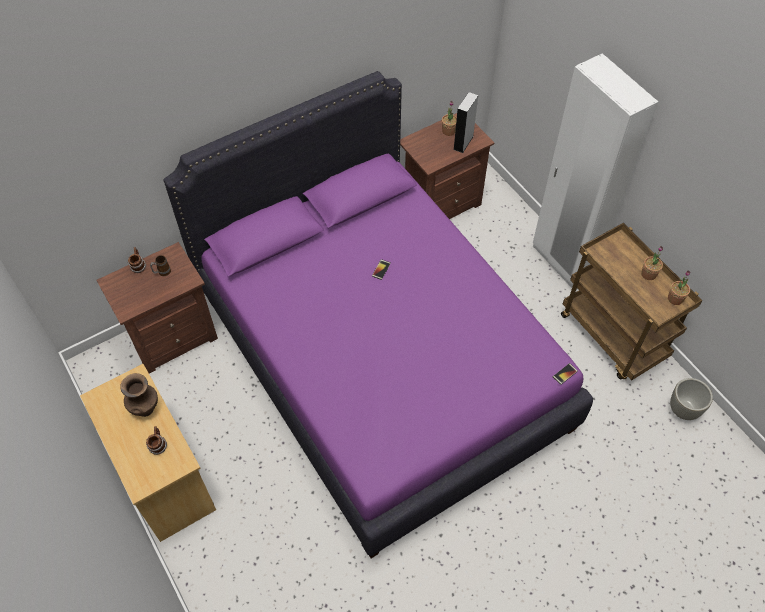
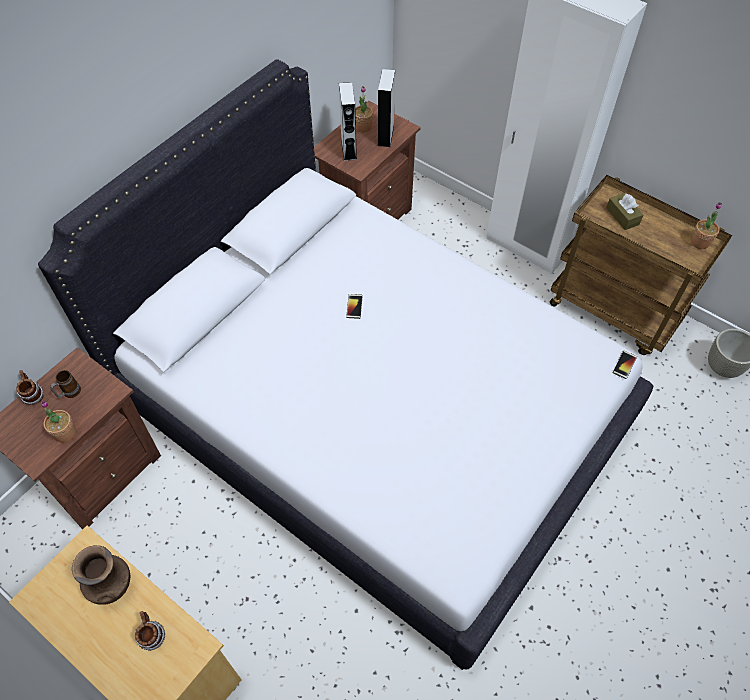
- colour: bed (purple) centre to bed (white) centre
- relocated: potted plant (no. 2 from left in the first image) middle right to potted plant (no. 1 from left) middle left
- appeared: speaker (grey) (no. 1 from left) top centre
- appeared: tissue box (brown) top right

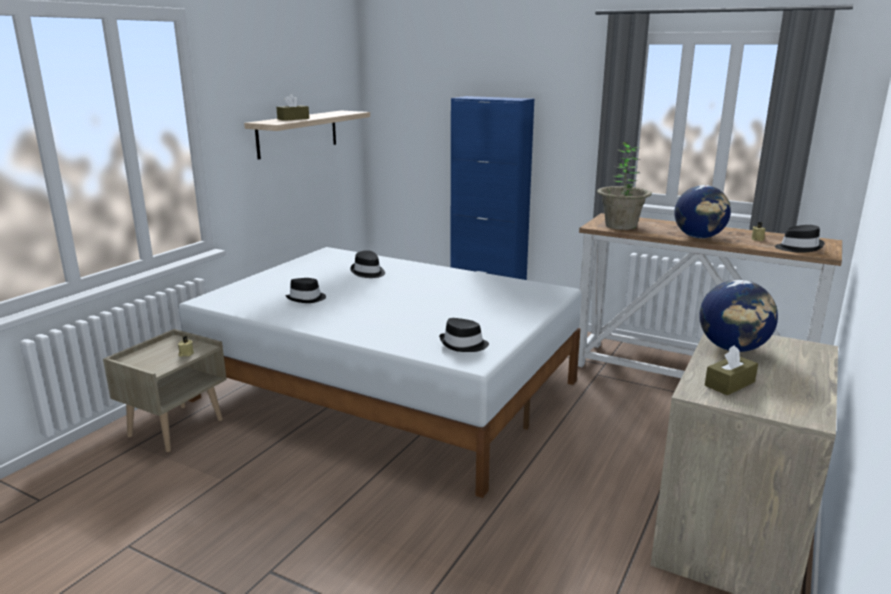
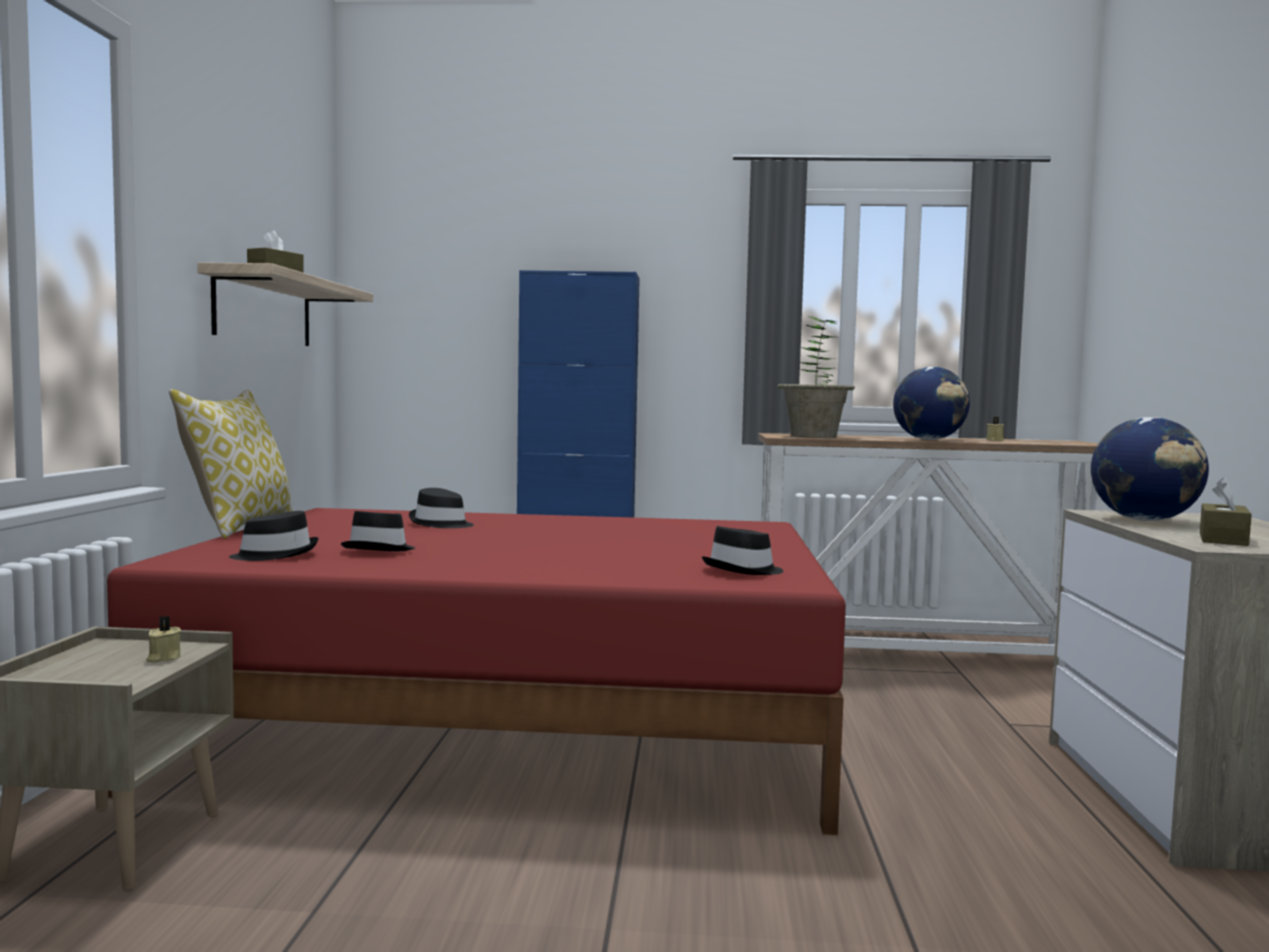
- colour: bed (white) centre to bed (red) bottom centre
- relocated: hat (black) (no. 4 from left in the first image) middle right to hat (black) (no. 1 from left) middle left
- appeared: pillow middle left

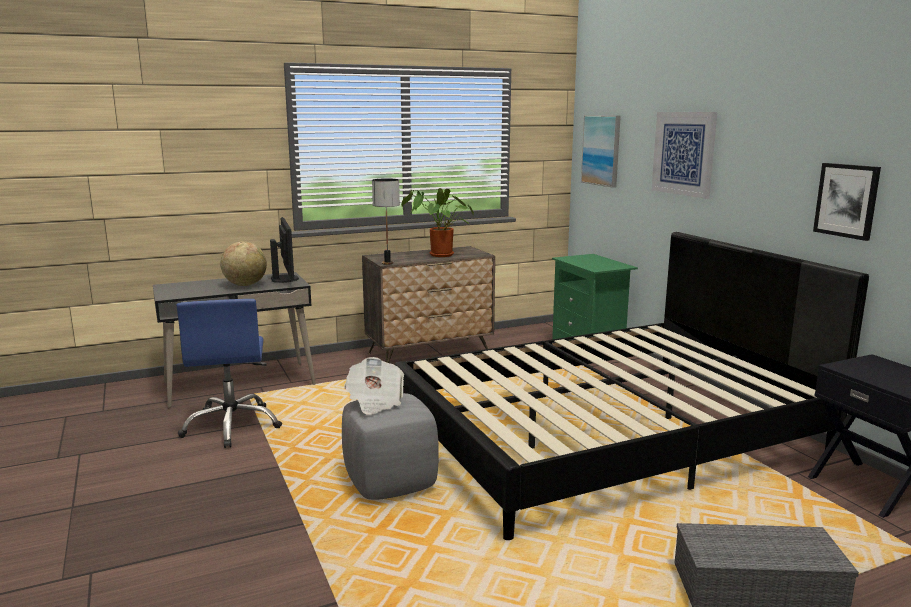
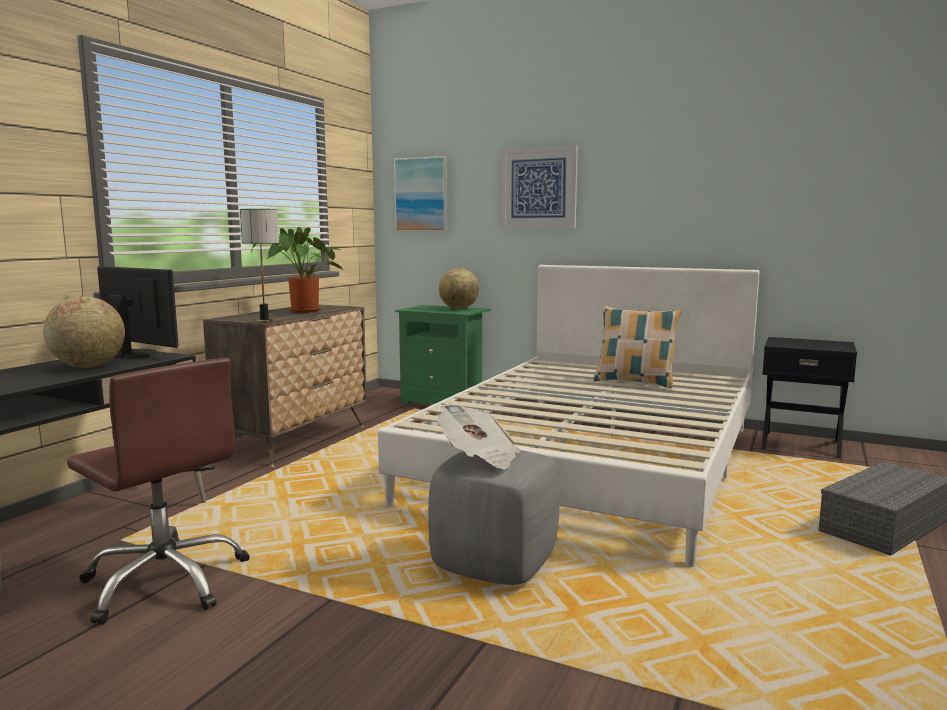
- colour: office chair (blue) middle left to office chair (brown) bottom left
- colour: bed (black) middle right to bed (white) centre
- missing: picture (no. 3 from left) top right
- appeared: globe (no. 2 from left) centre
- appeared: pillow middle right

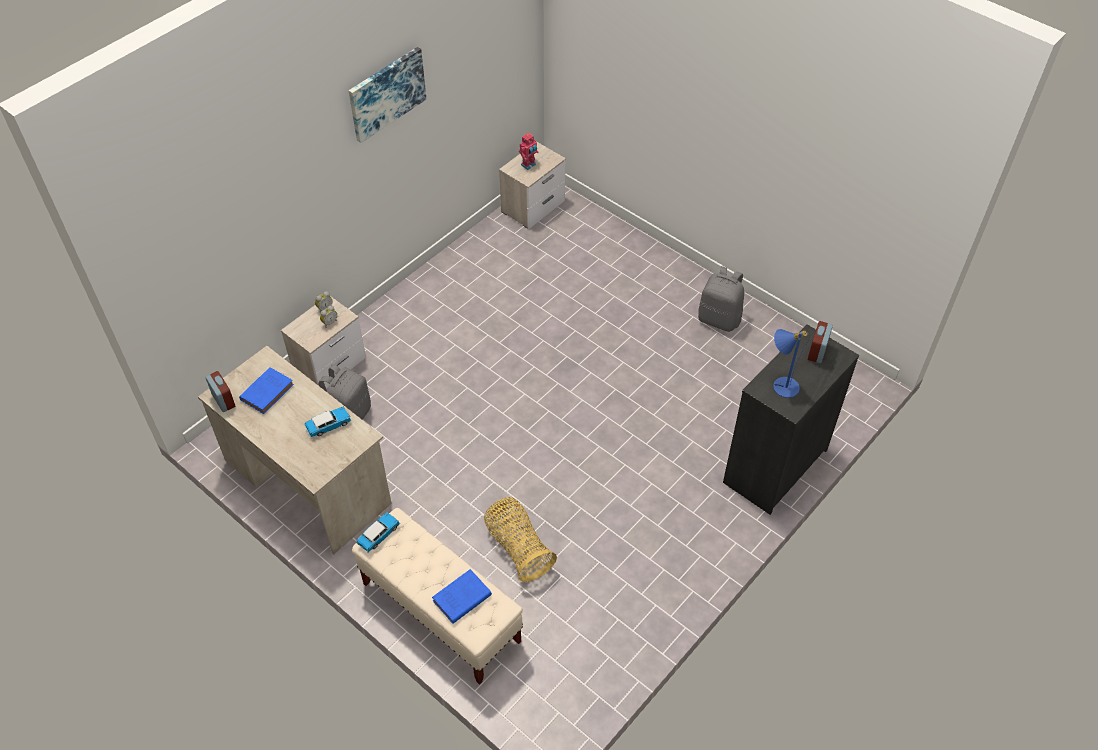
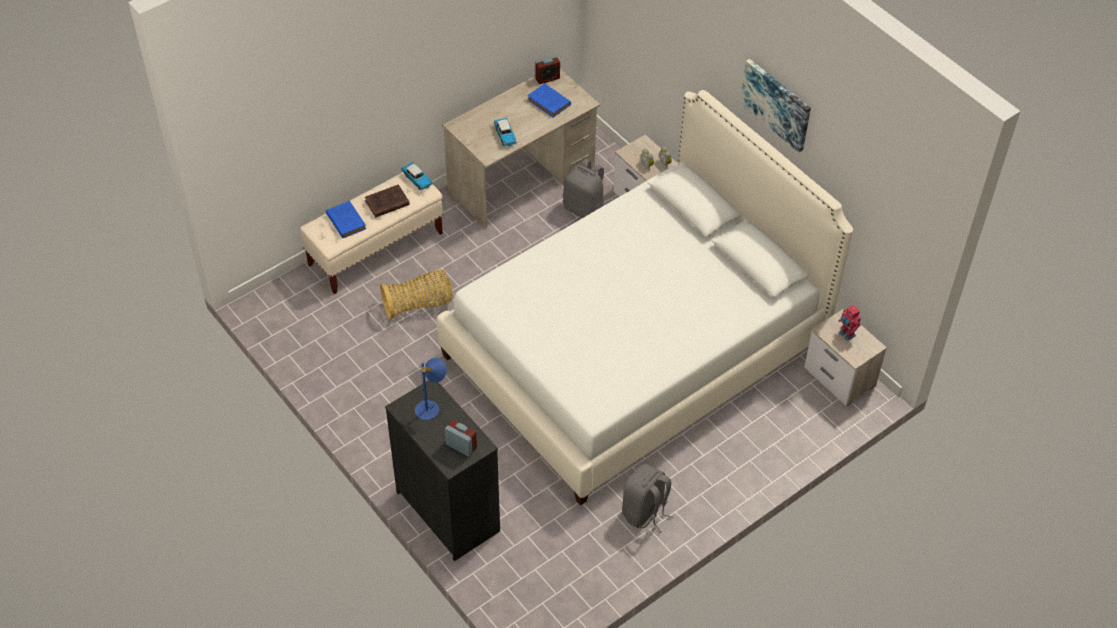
- appeared: book (brown) top centre
- appeared: bed (white) centre

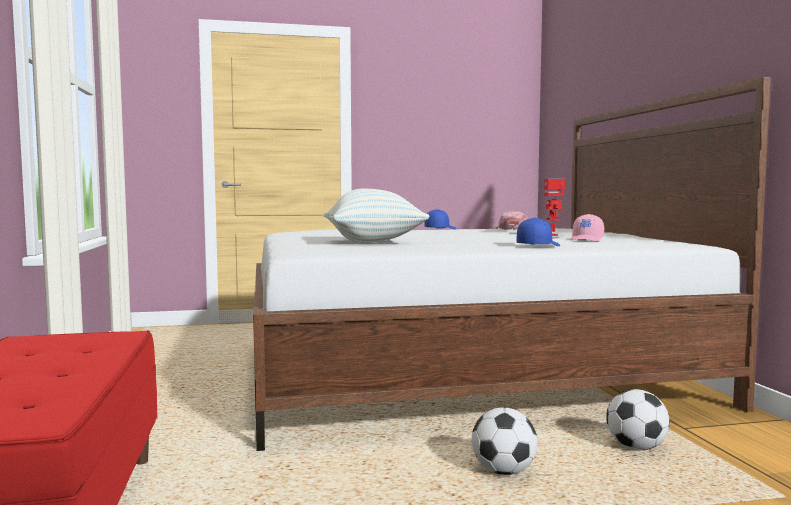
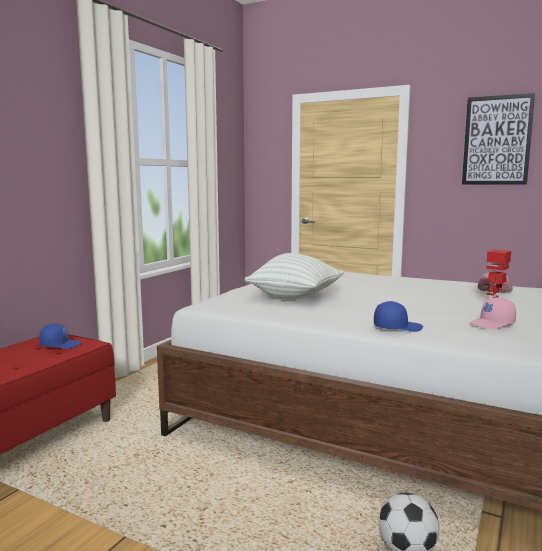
- relocated: cap (blue) (no. 1 from left) centre to middle left
- missing: football (no. 1 from left) bottom centre
- appeared: picture top right

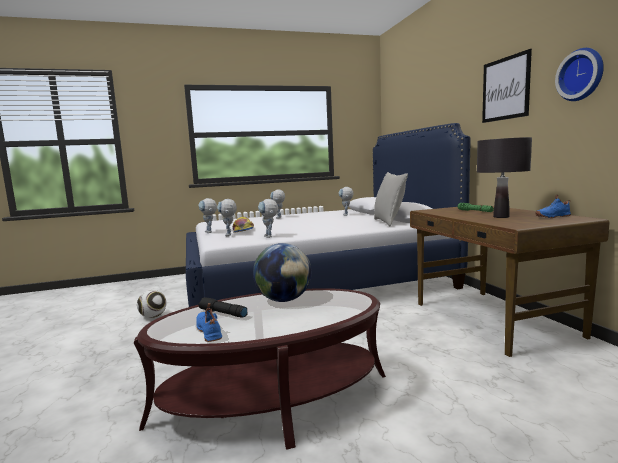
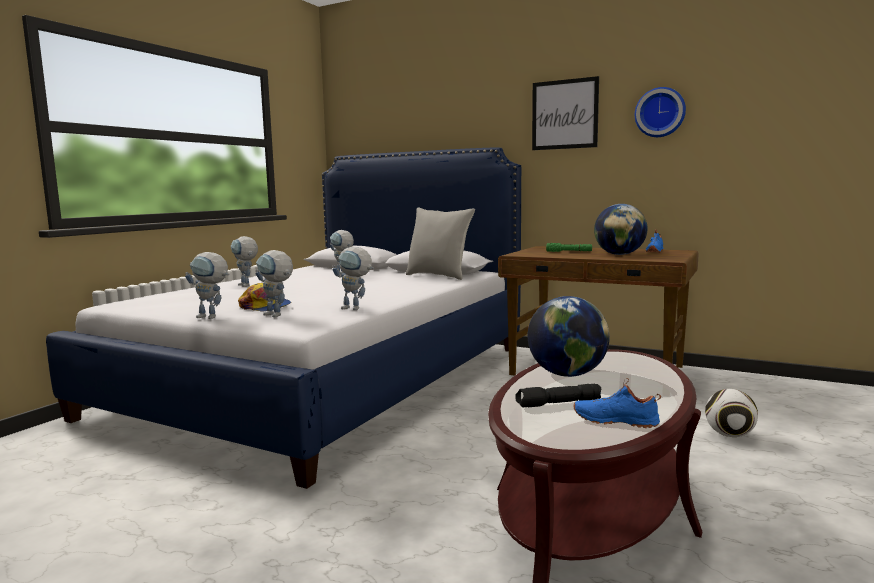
- relocated: football middle left to bottom right
- exchanged: table lamp (black) middle right to globe (no. 2 from left) middle right

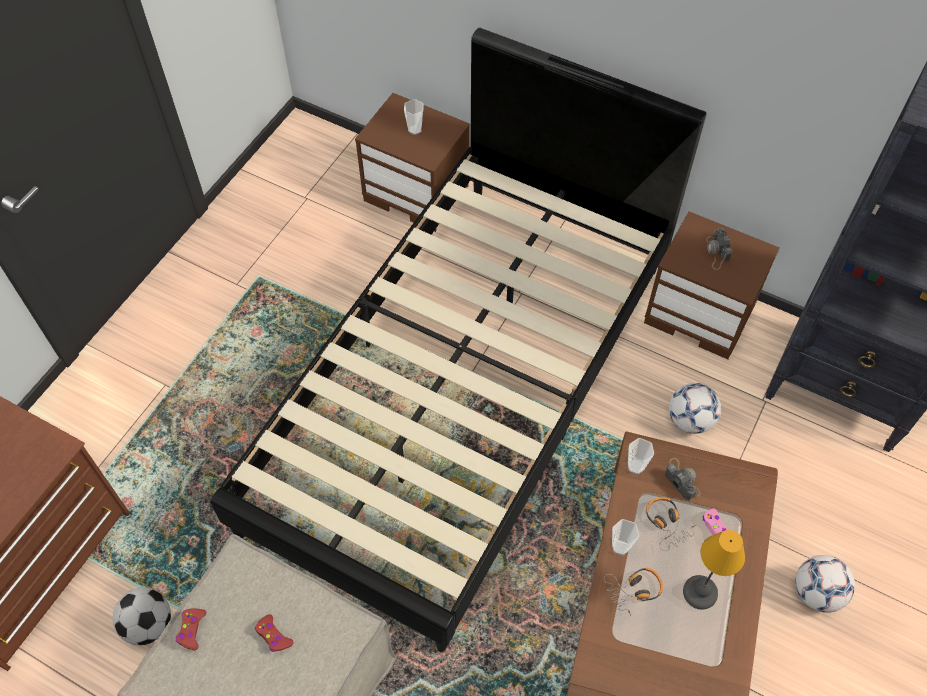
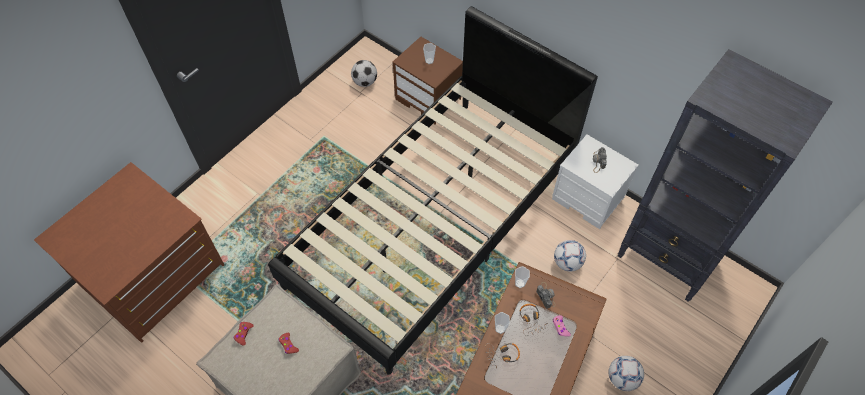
- relocated: football (no. 1 from left) bottom left to top centre
- colour: nightstand (brown) (no. 2 from left) middle right to nightstand (white) middle right
- missing: table lamp bottom right

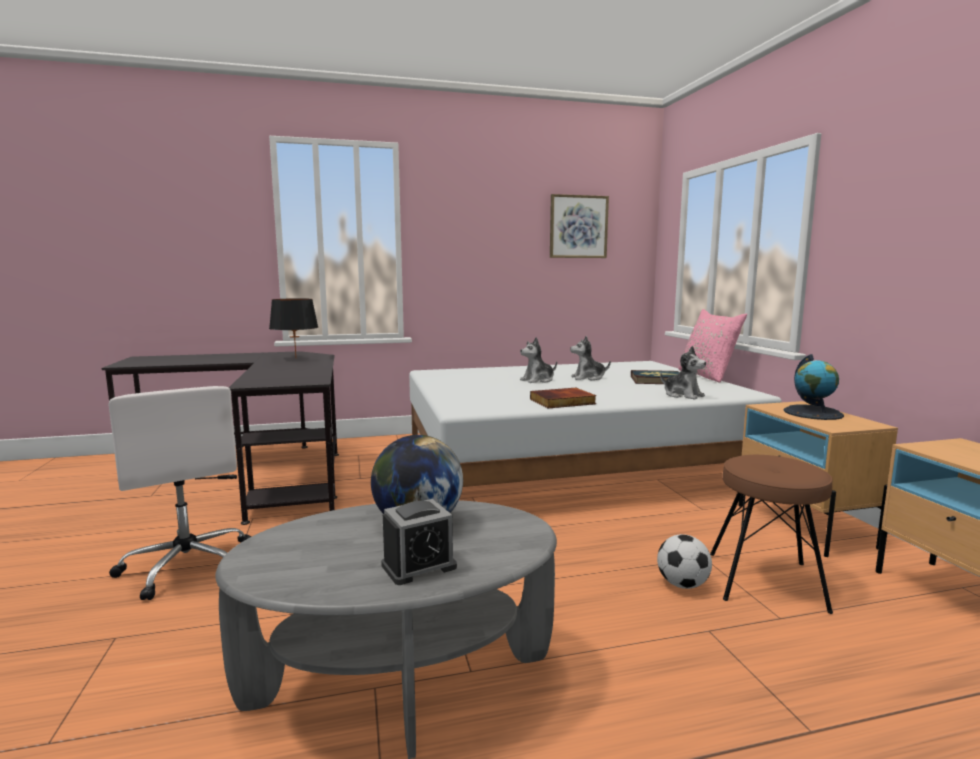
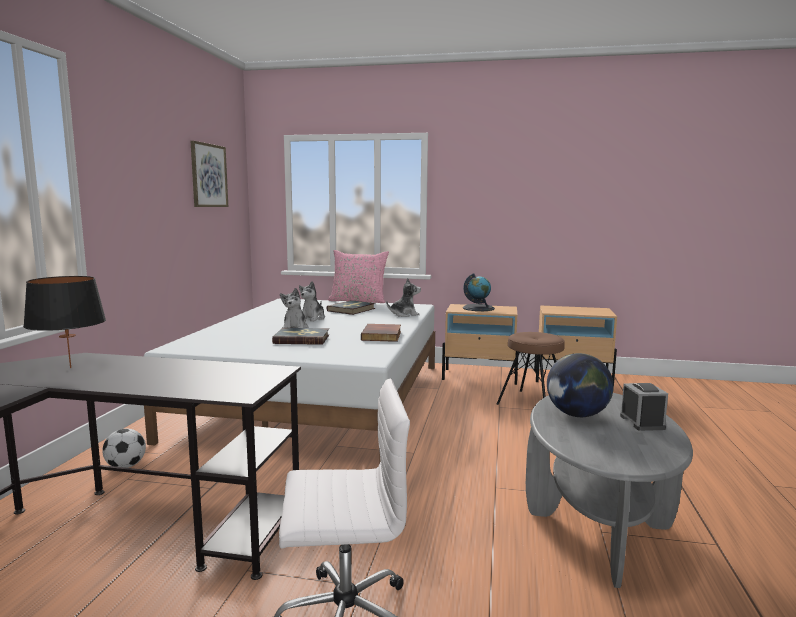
- relocated: football bottom right to bottom left
- appeared: book (no. 1 from left) centre

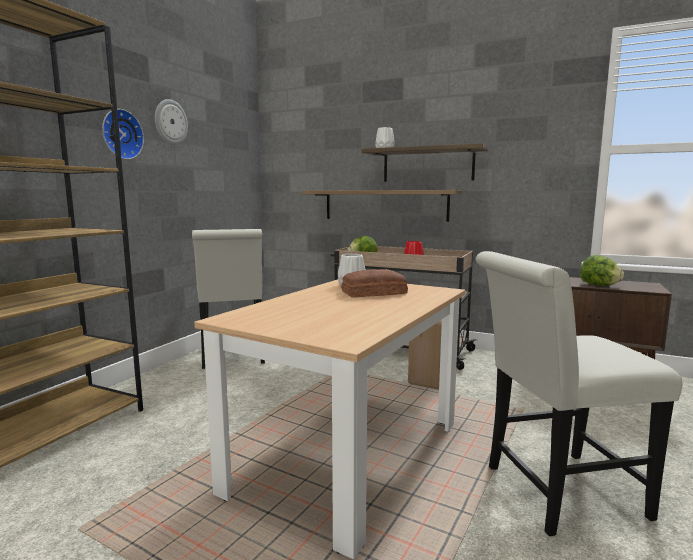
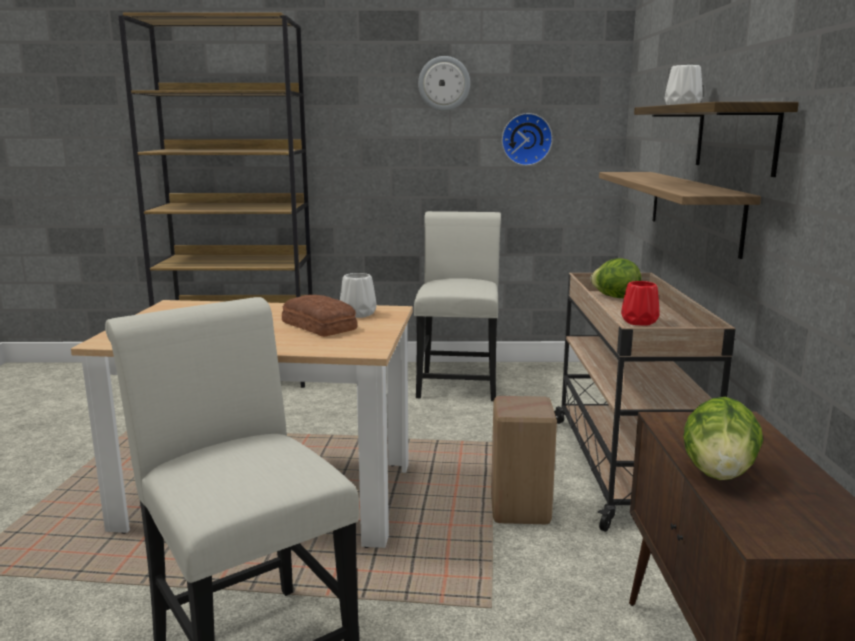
- relocated: wall clock (no. 1 from left in the first image) top left to wall clock (no. 2 from left) top centre
- spun: chair (white) (no. 1 from left in the first image) middle left = centre 135 degrees clockwise

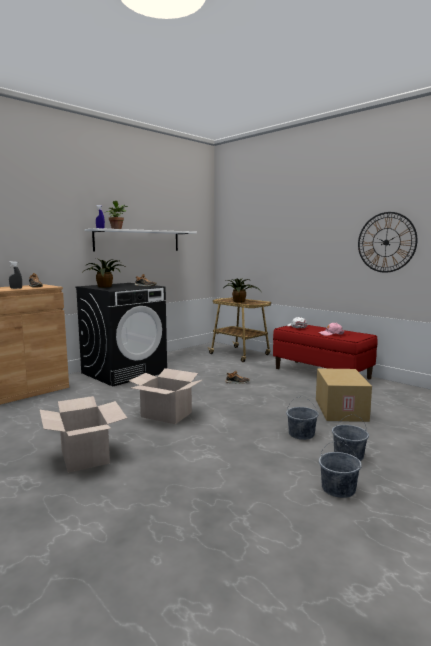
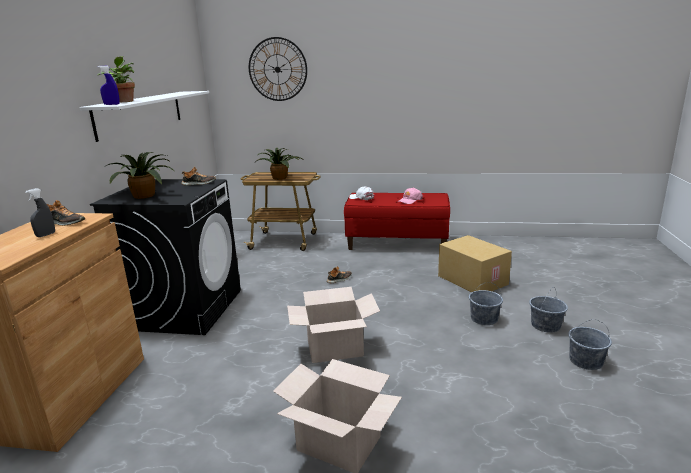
- relocated: wall clock middle right to top centre

